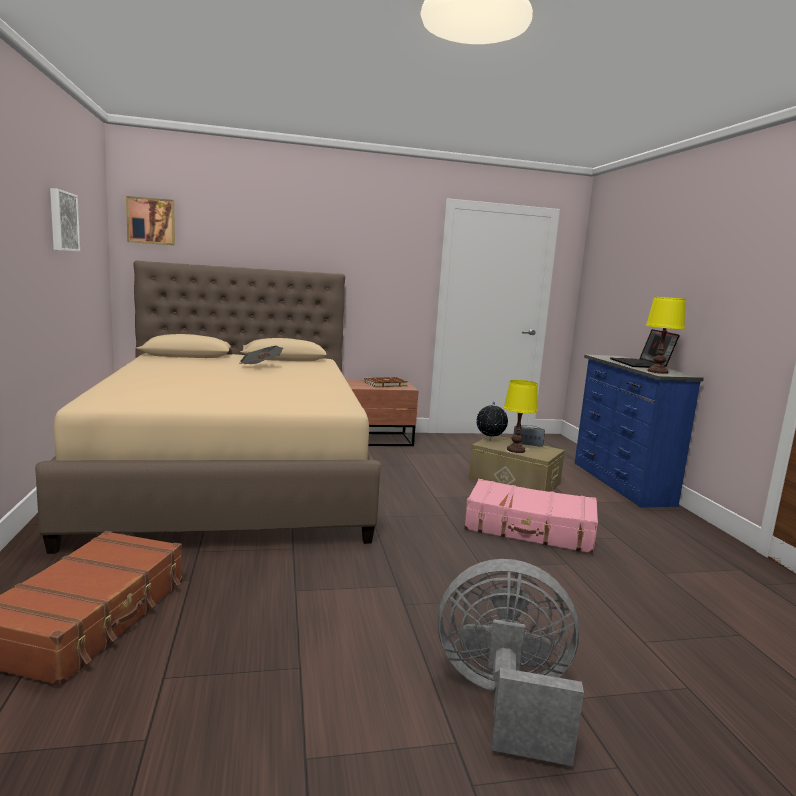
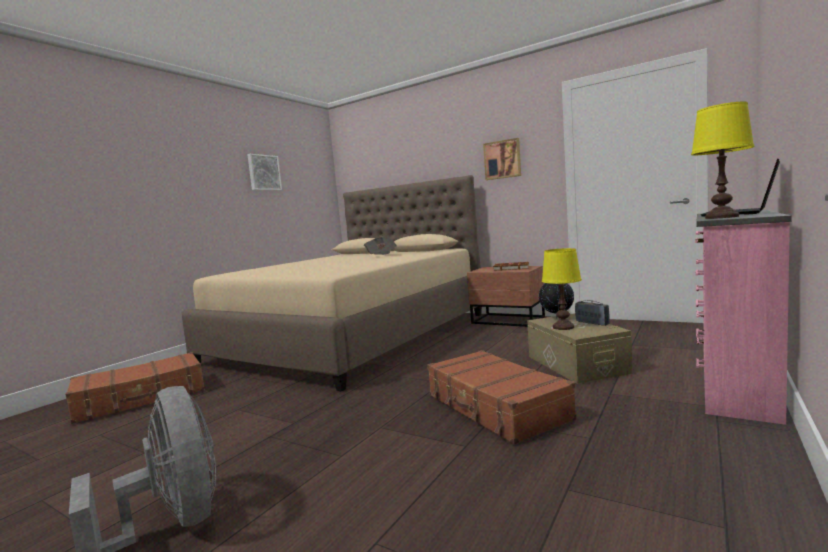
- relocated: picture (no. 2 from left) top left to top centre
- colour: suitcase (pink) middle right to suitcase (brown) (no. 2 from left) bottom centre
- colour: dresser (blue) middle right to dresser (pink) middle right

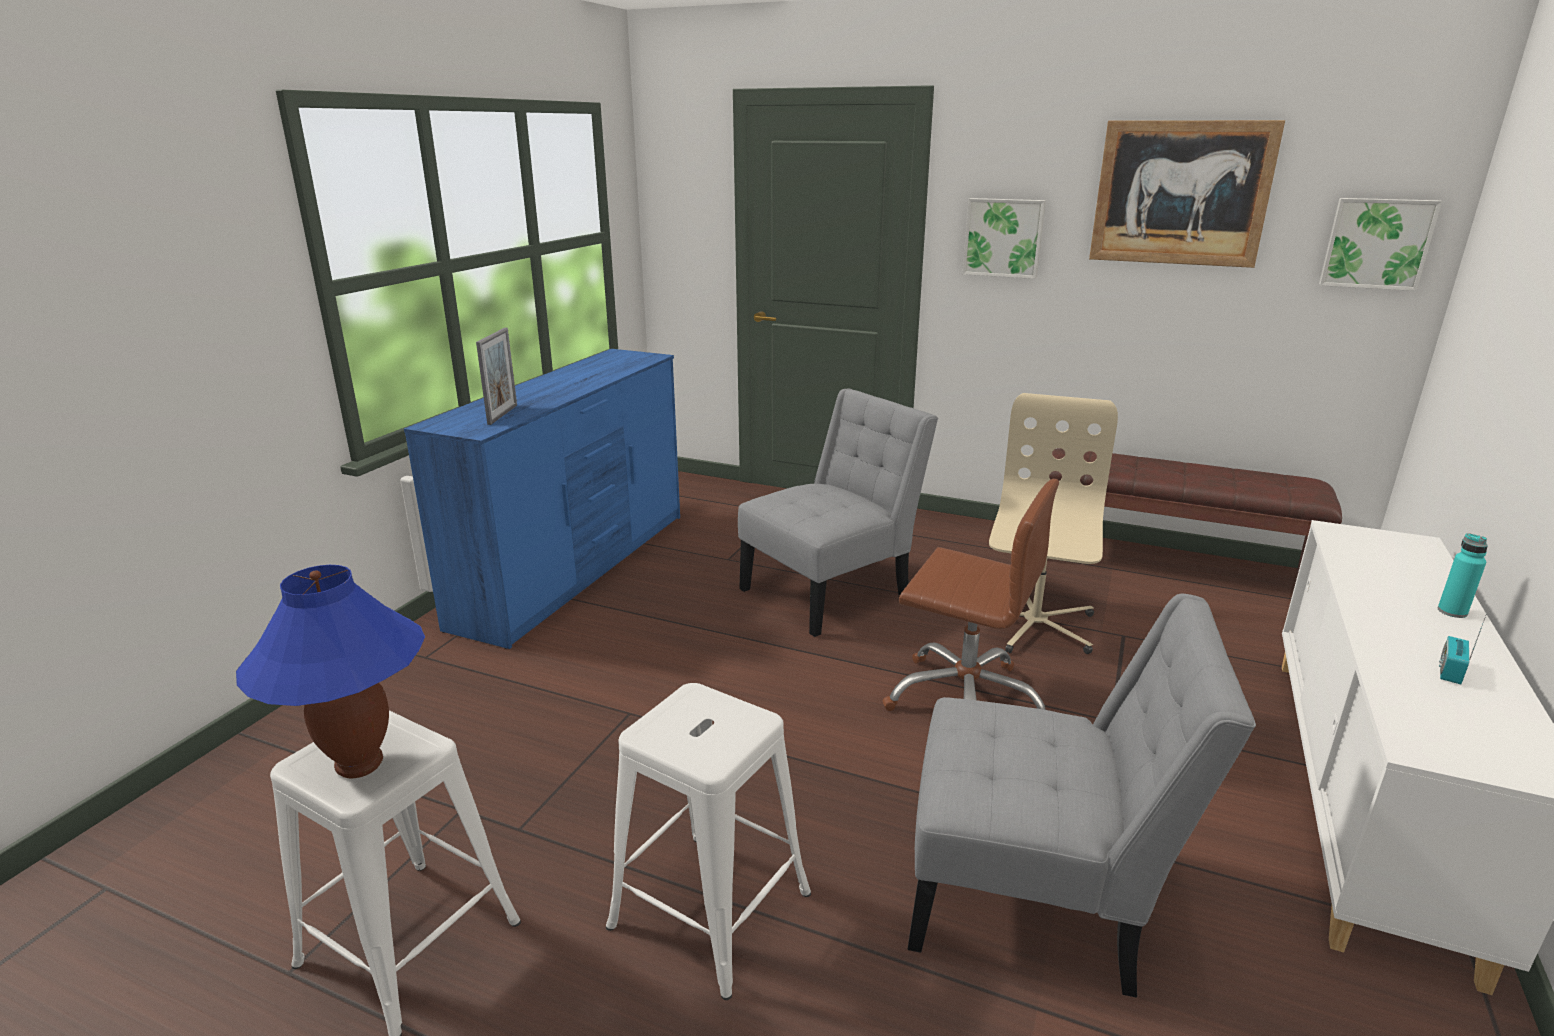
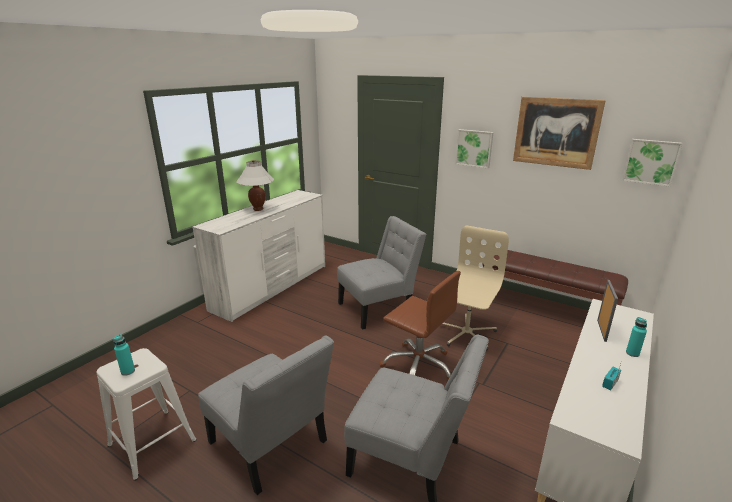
- exchanged: table lamp (blue) middle left to bottle (turquoise) (no. 1 from left) bottom left
- colour: dresser (blue) centre to dresser (white) centre
- relocated: picture frame middle left to middle right
- exchanged: stool (white) (no. 2 from left) bottom centre to chair (grey) (no. 1 from left) bottom centre
- appeared: table lamp (white) centre

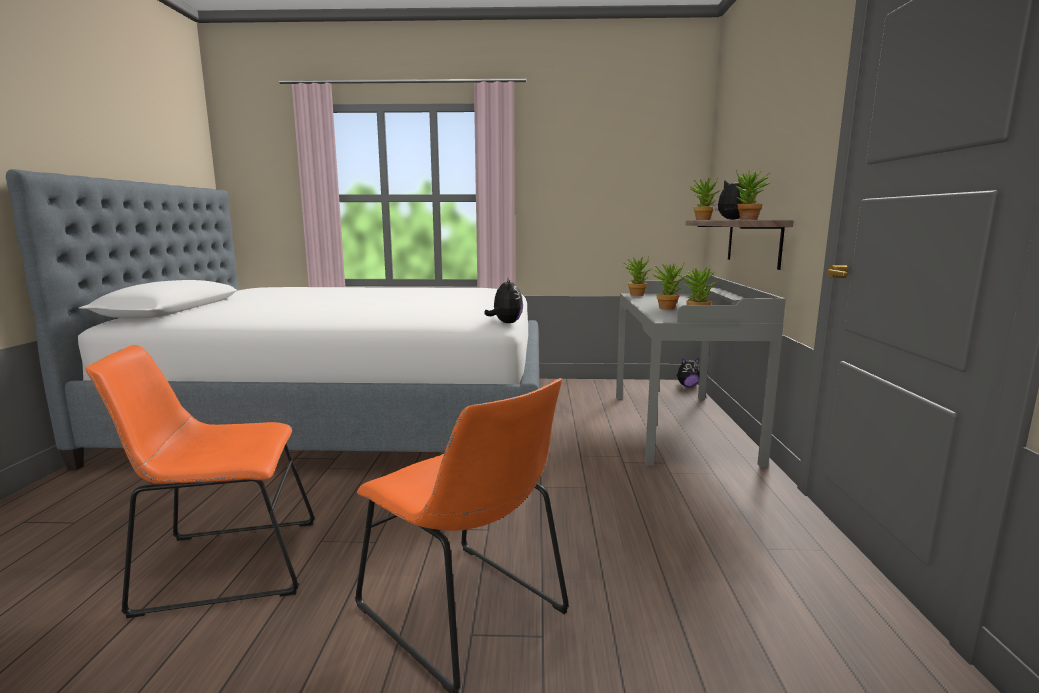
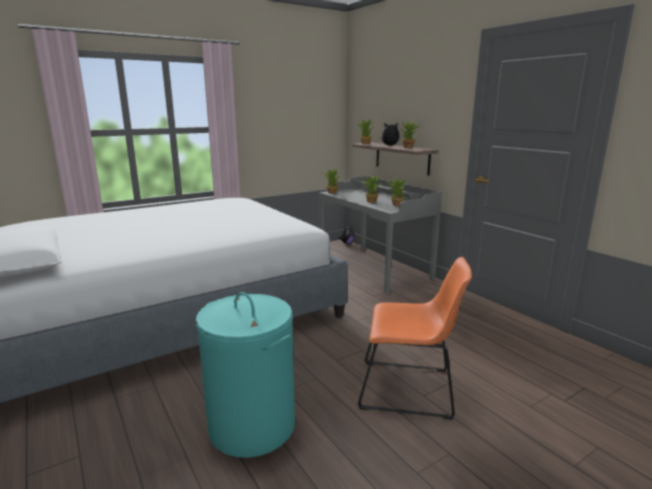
- exchanged: chair (orange) (no. 1 from left) bottom left to laundry basket (turquoise) bottom centre
- missing: plush toy (no. 1 from left) centre

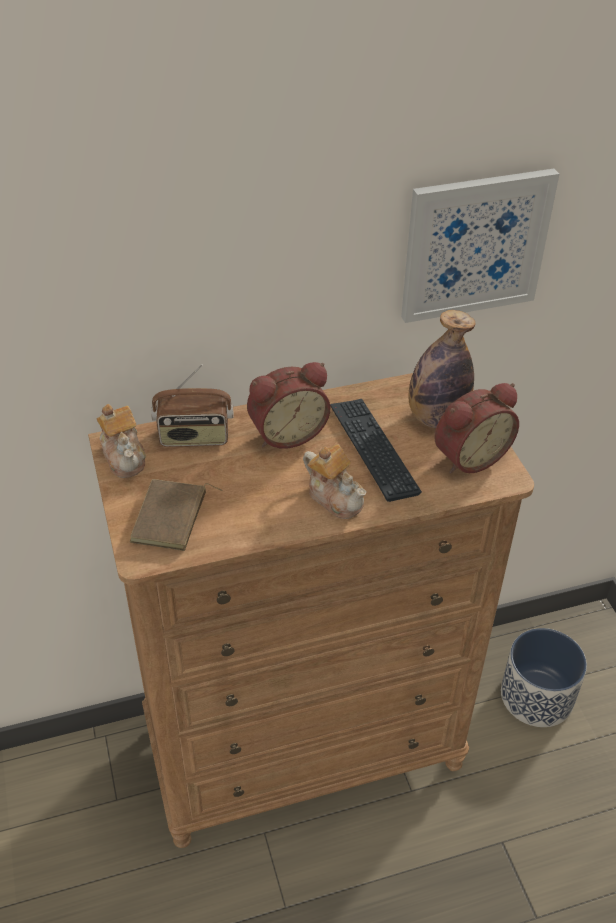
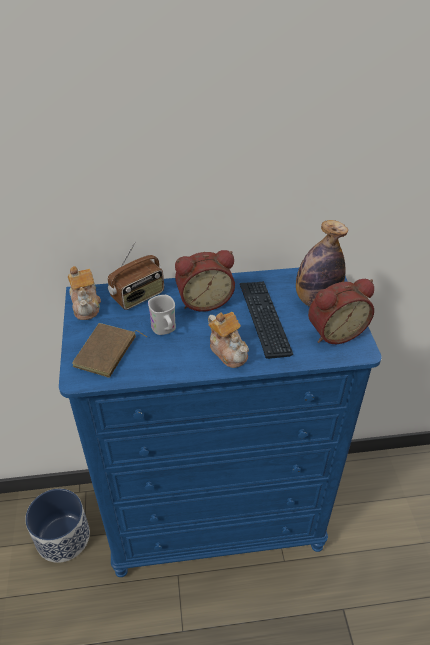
- colour: dresser (brown) centre to dresser (blue) centre
- spun: radio middle left = middle left 45 degrees counterclockwise
- missing: picture top right
- relocated: planter bottom right to bottom left
- appeared: mug (white) centre

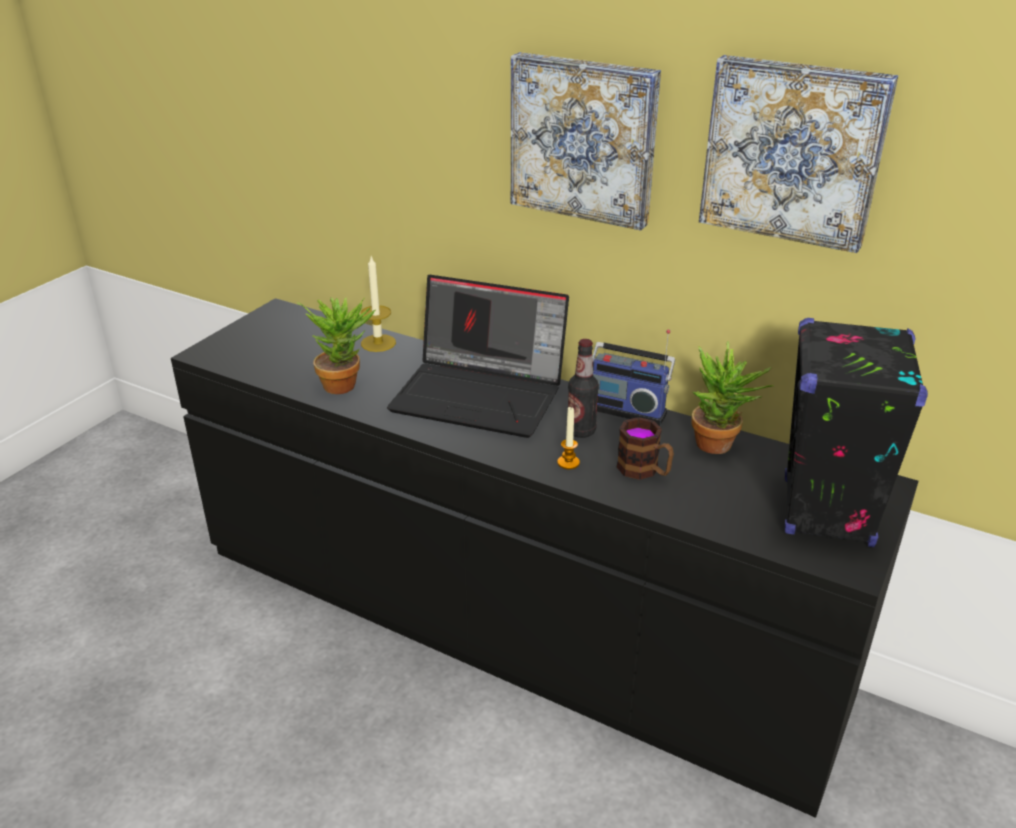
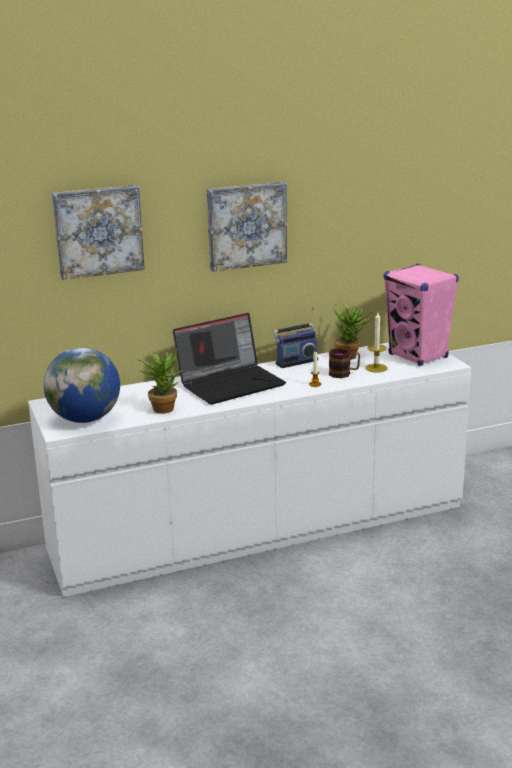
- colour: dresser (black) bottom centre to dresser (white) centre
- relocated: candle (no. 1 from left in the first image) centre to candle (no. 2 from left) middle right
- missing: bottle centre
- relocated: picture (no. 2 from left in the first image) top right to picture (no. 1 from left) top left
- colour: speaker (black) middle right to speaker (pink) middle right
- appeared: globe middle left

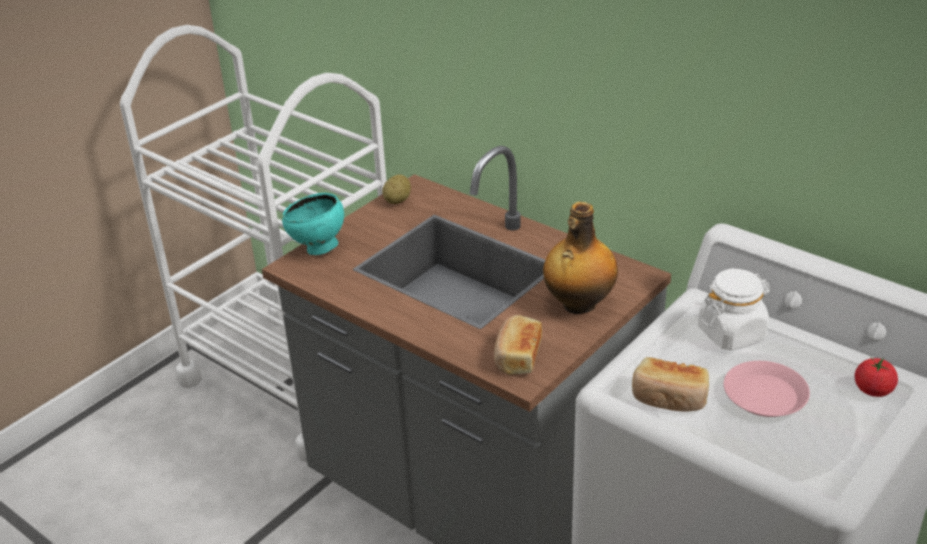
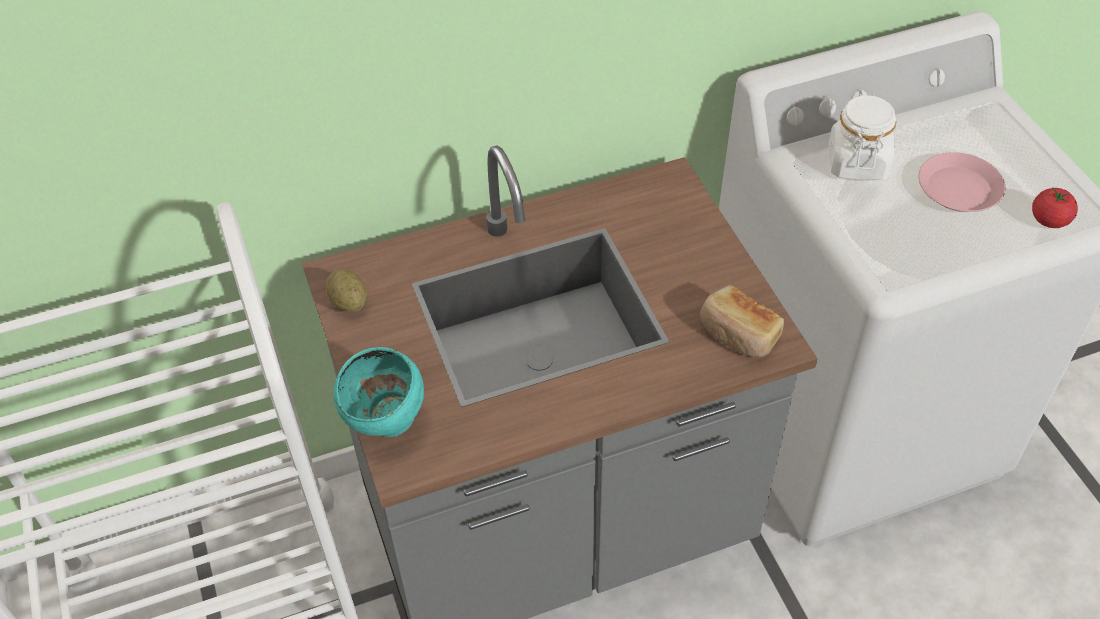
- missing: bottle centre
- missing: bread (no. 2 from left) bottom right
- relocated: tomato bottom right to middle right

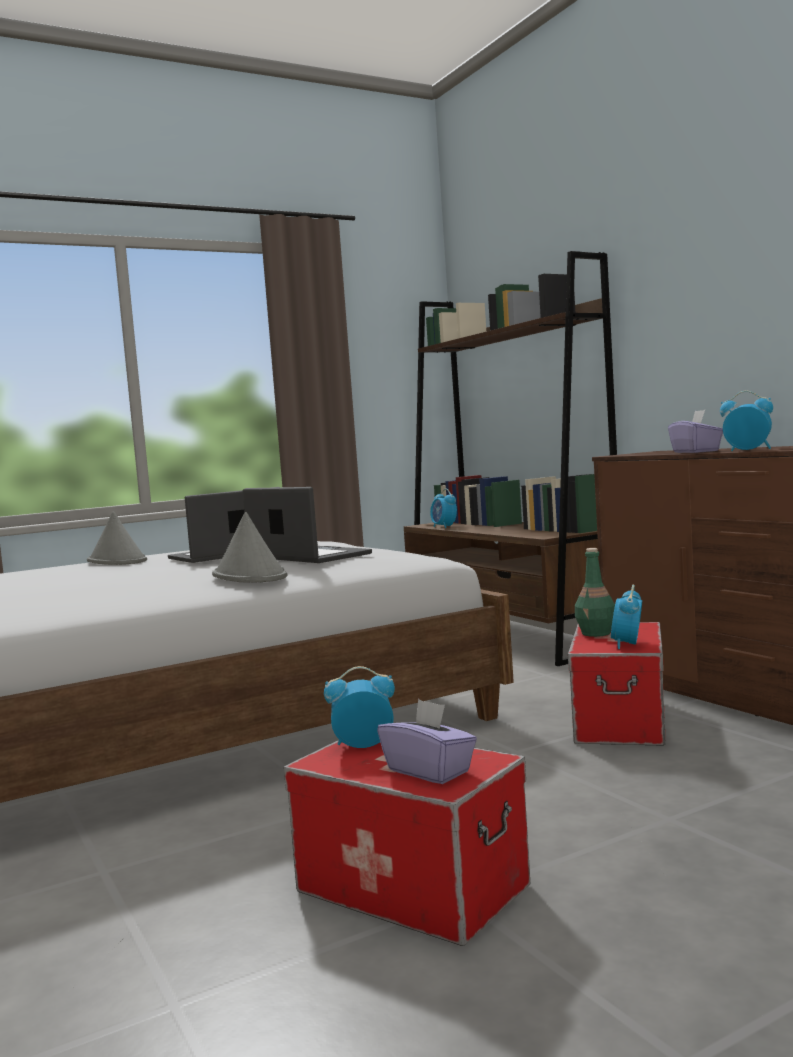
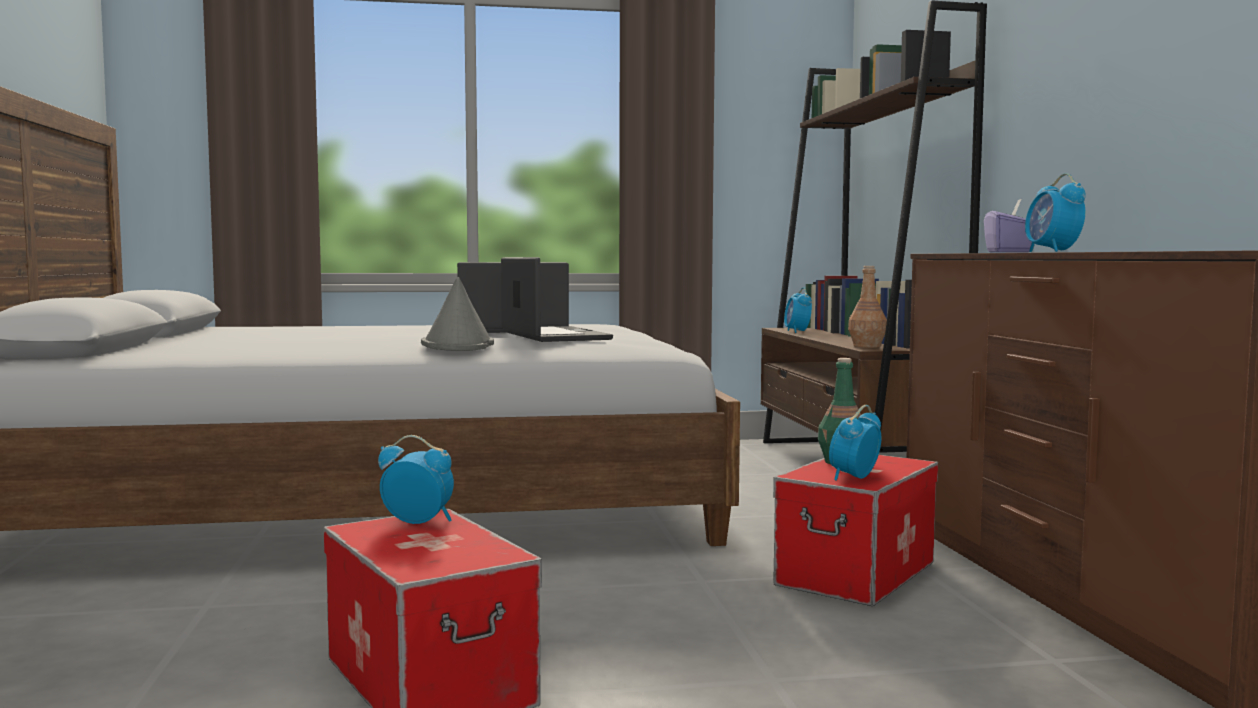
- missing: hat (grey) (no. 1 from left) middle left
- missing: tissue box (purple) (no. 1 from left) bottom centre
- spun: alarm clock (no. 4 from left) middle right = top right 150 degrees counterclockwise
- appeared: bottle (brown) middle right

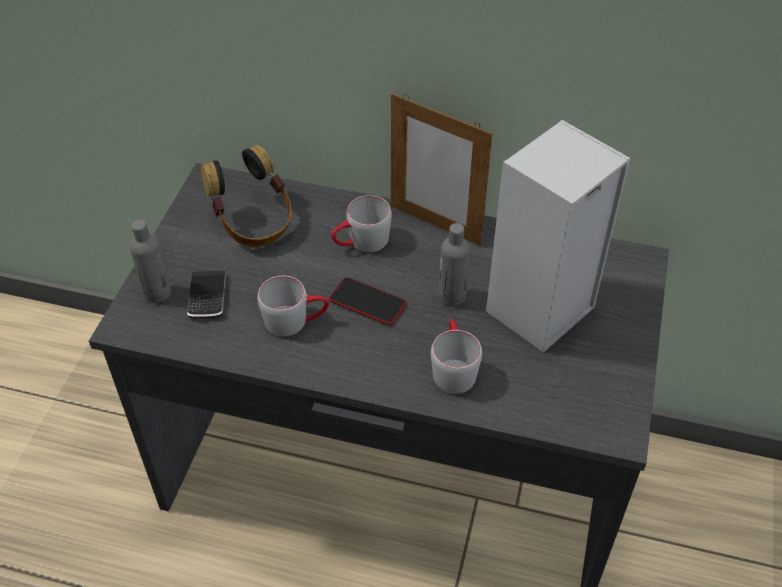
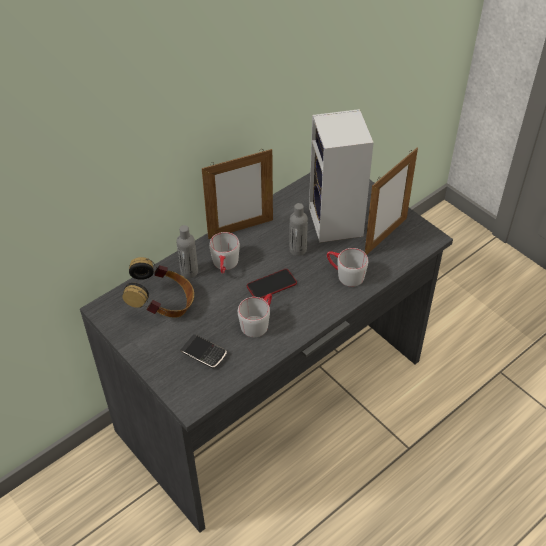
- relocated: bottle (grey) (no. 1 from left) middle left to centre
- appeared: picture frame (no. 2 from left) middle right

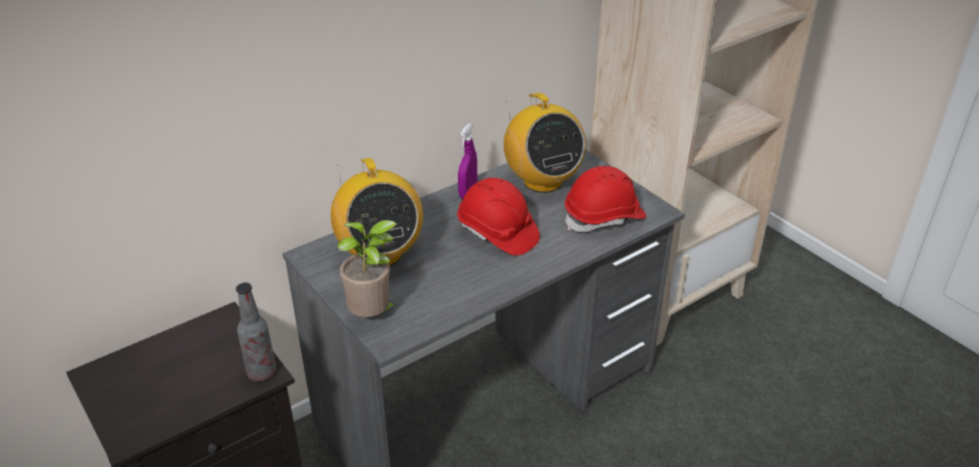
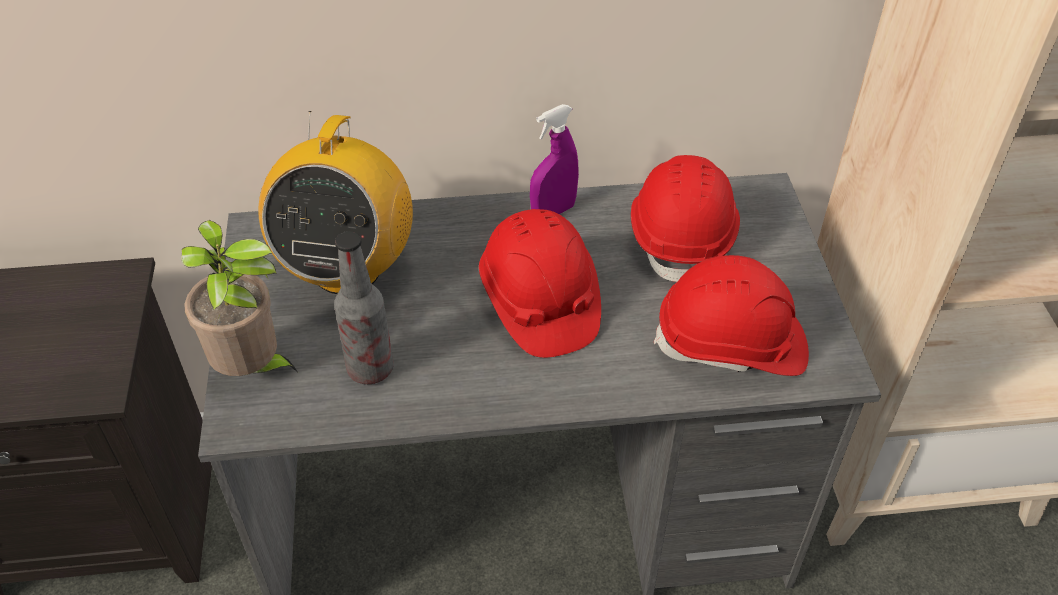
- relocated: bottle bottom left to centre
- exchanged: radio (no. 2 from left) top centre to hard hat (red) (no. 2 from left) centre

